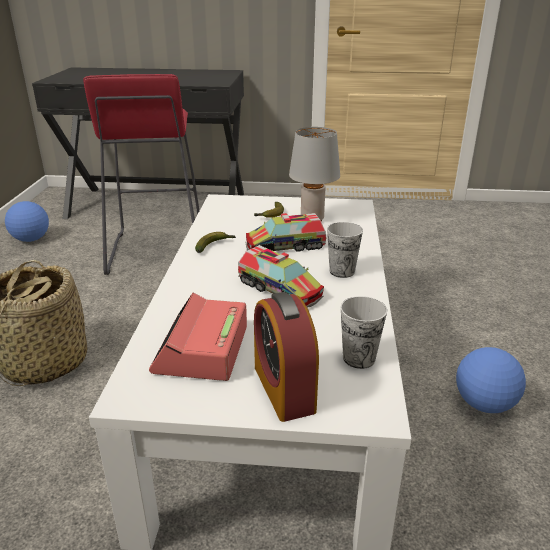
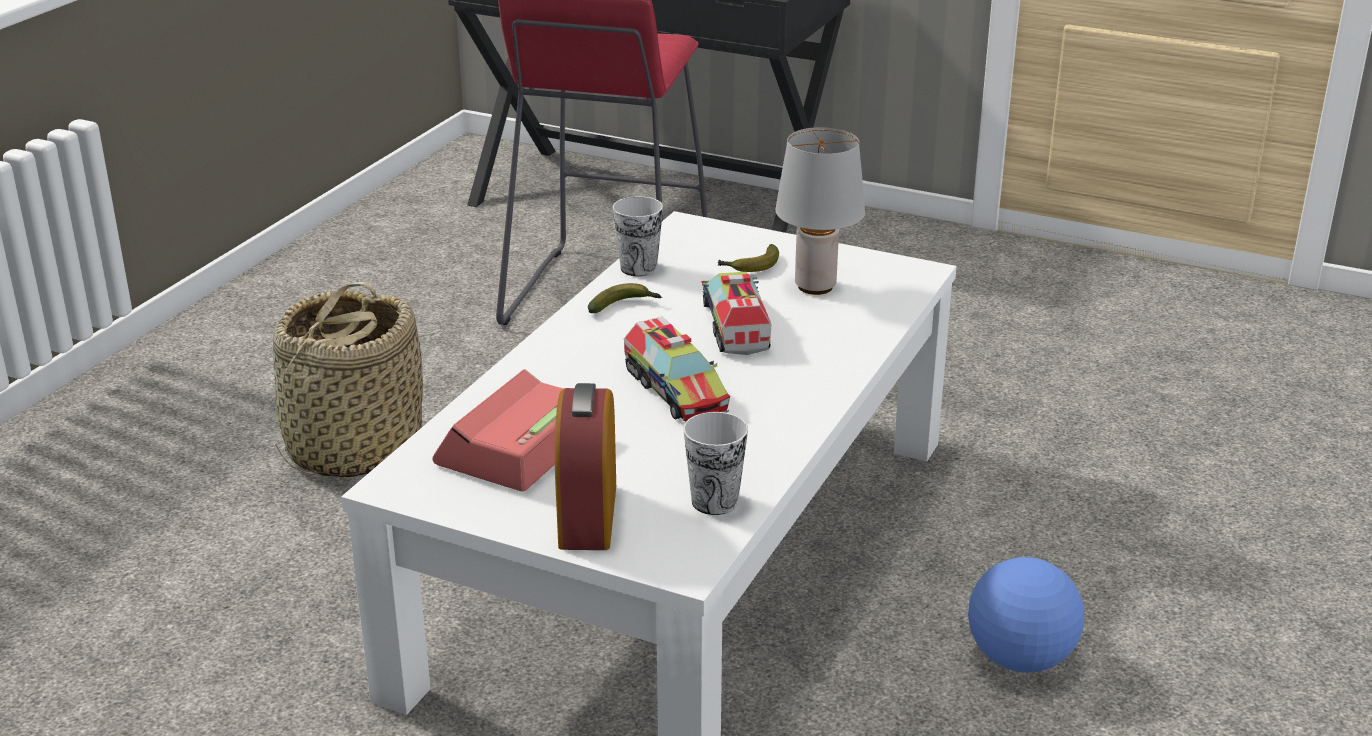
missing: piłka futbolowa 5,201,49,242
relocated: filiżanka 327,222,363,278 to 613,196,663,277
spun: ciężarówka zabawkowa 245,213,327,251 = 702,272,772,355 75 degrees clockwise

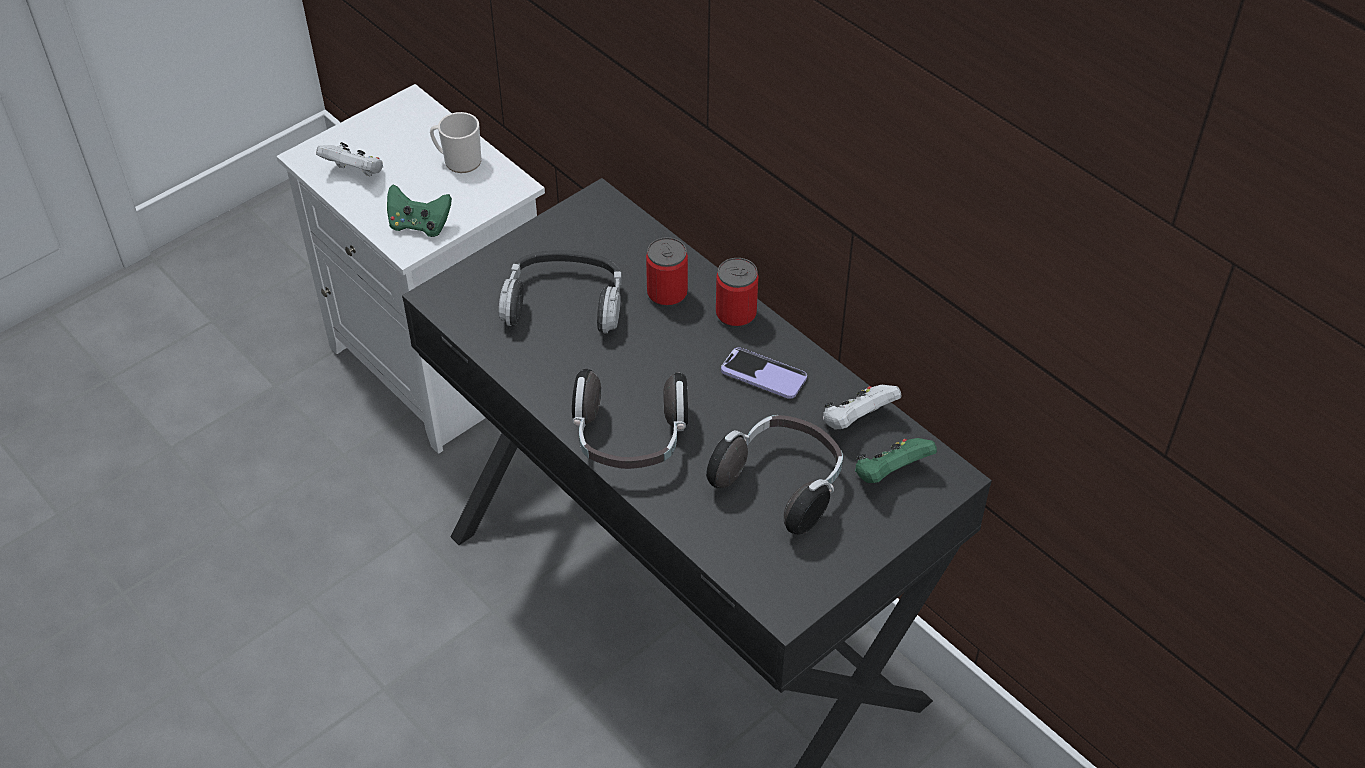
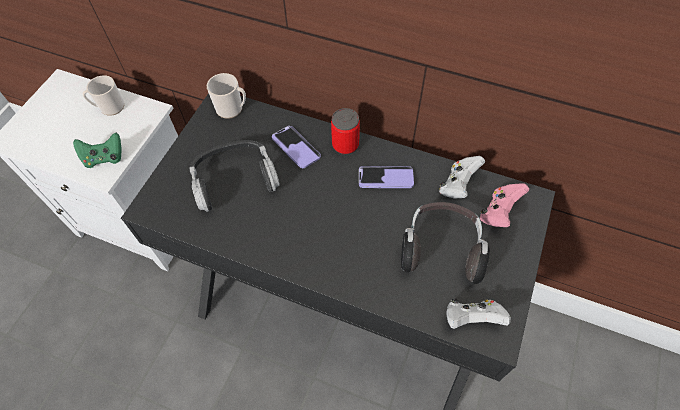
missing: słuchawki 572,369,688,469
appeared: kubek 207,73,246,119
relocated: pad do gier (biały) 316,142,383,176 to 446,299,511,329
exchanged: puszka 646,237,688,307 to telefon 272,126,321,168
colour: pad do gier (zielony) 855,438,937,483 to pad do gier (różowy) 480,184,529,227

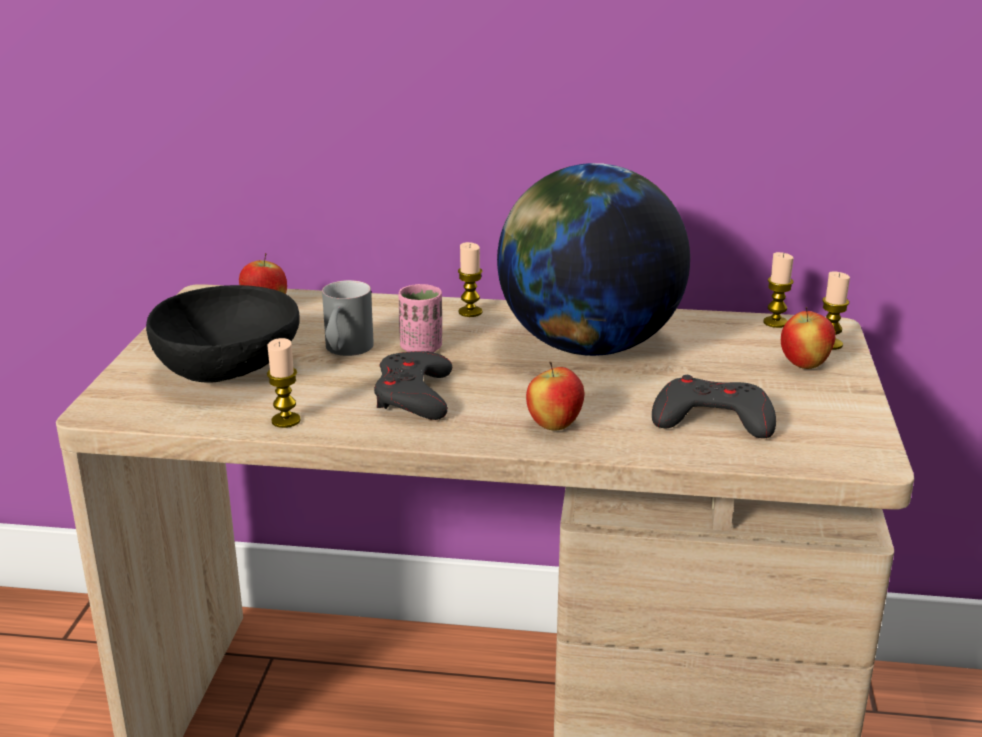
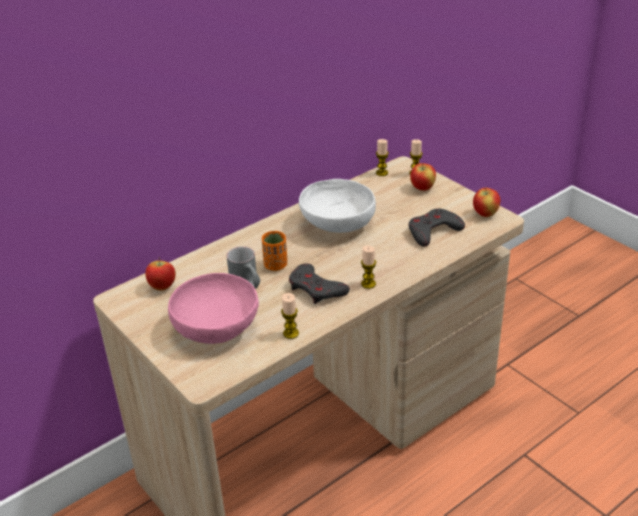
relocated: świeca 458,242,483,317 to 361,246,376,289; jabłko 526,362,584,431 to 473,187,501,217
exchanged: globus 497,163,690,356 to miska (biały) 299,179,376,233
colour: filiżanka (różowy) 399,284,442,353 to filiżanka (pomarańczowy) 262,231,287,271; miska (czarny) 146,285,300,382 to miska (różowy) 168,273,259,344

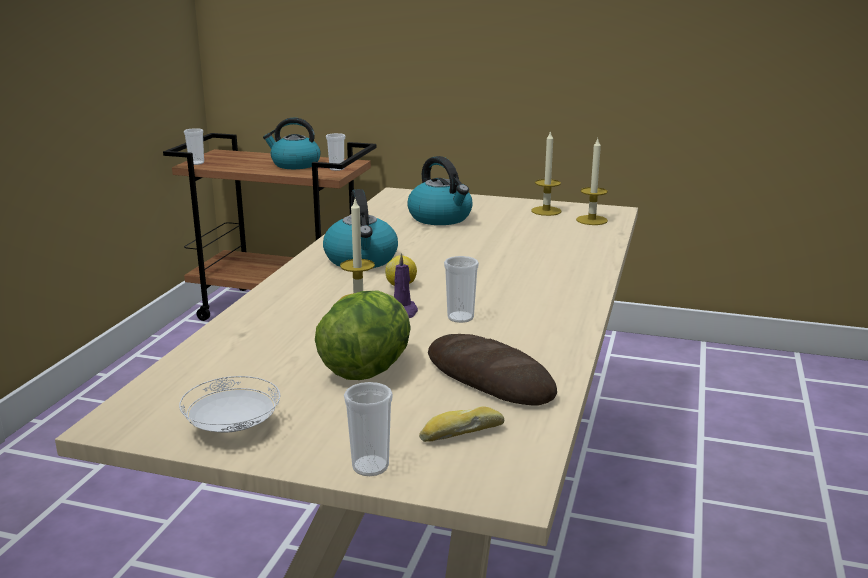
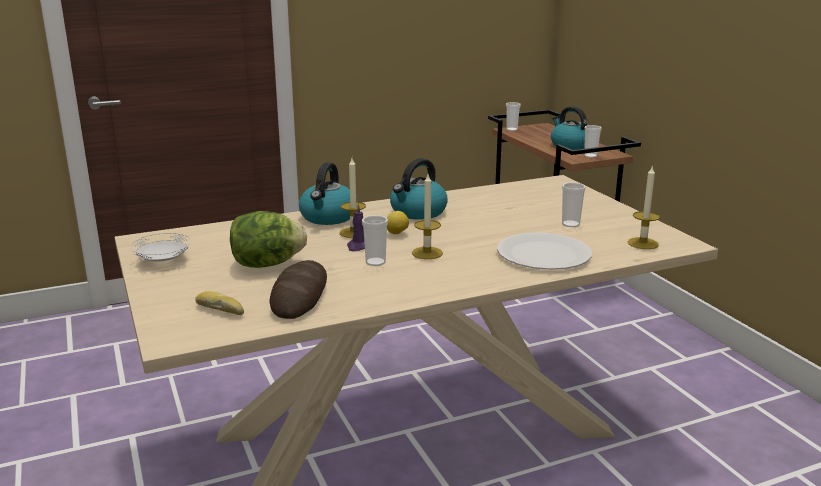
appeared: talerz (biały) 497,232,592,270
relocated: świeca 531,130,562,216 to 412,174,443,259; czajnik 407,156,473,225 to 299,162,357,225; filiżanka 344,382,393,476 to 562,182,586,227

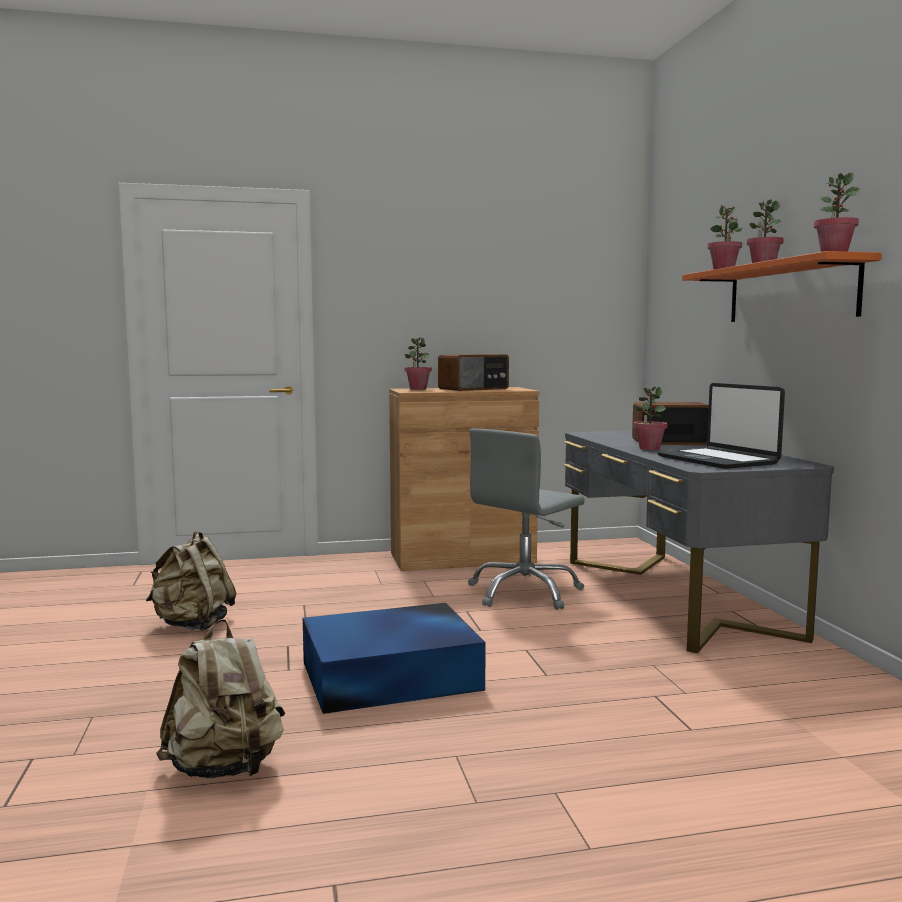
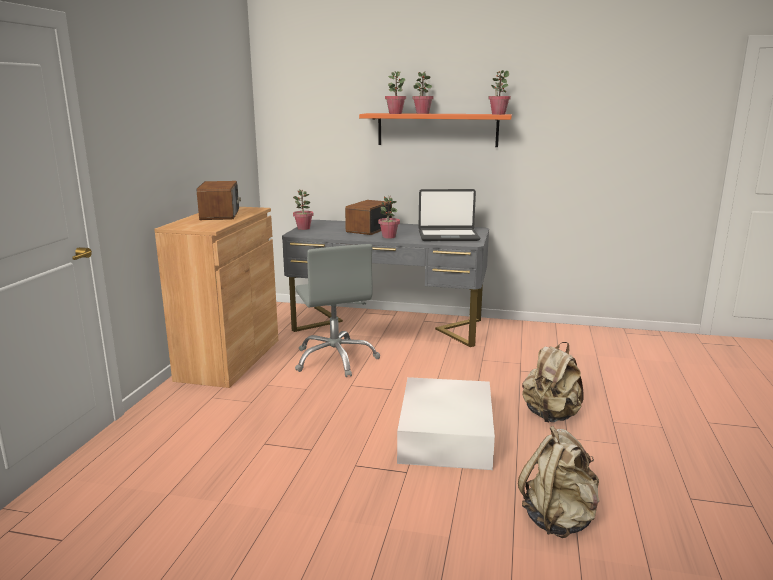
relocated: roślina doniczkowa 405,337,432,390 to 293,189,314,230; plecak (beżowy) 146,531,236,631 to 522,342,584,423
colour: pojemnik do przechowywania (niebieski) 303,603,486,714 to pojemnik do przechowywania (biały) 397,377,495,470

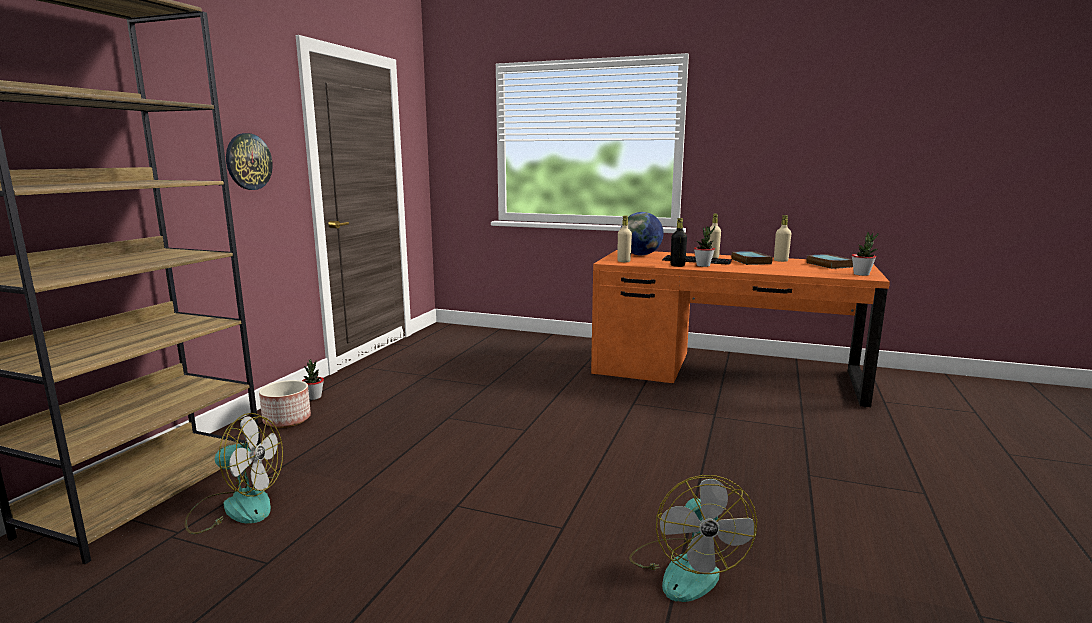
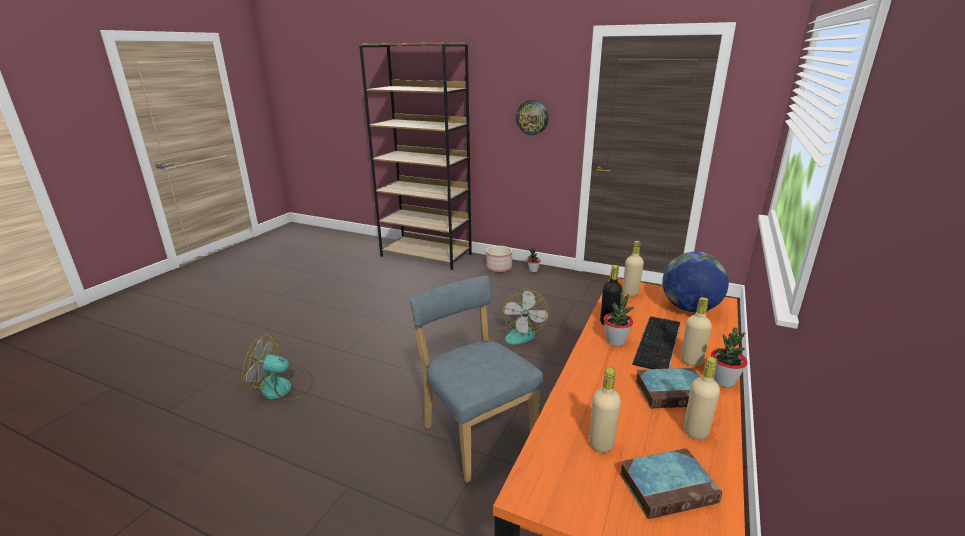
appeared: krzesło (niebieski) 409,276,544,483; butelka (beżowy) 589,368,621,453
relocated: roślina doniczkowa 852,232,879,276 to 711,328,748,387; wentylator 185,413,283,534 to 497,289,549,344

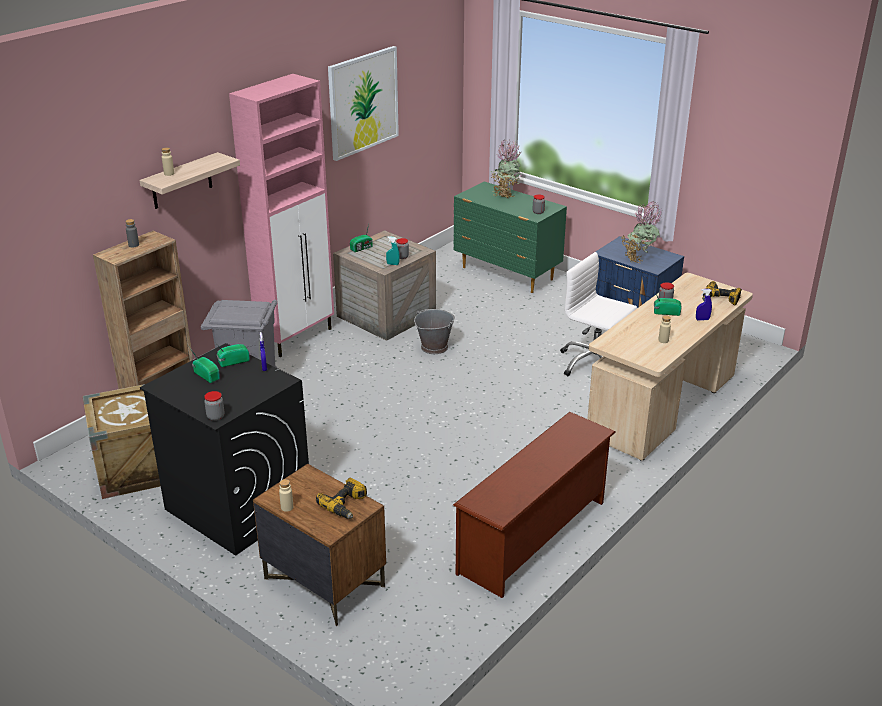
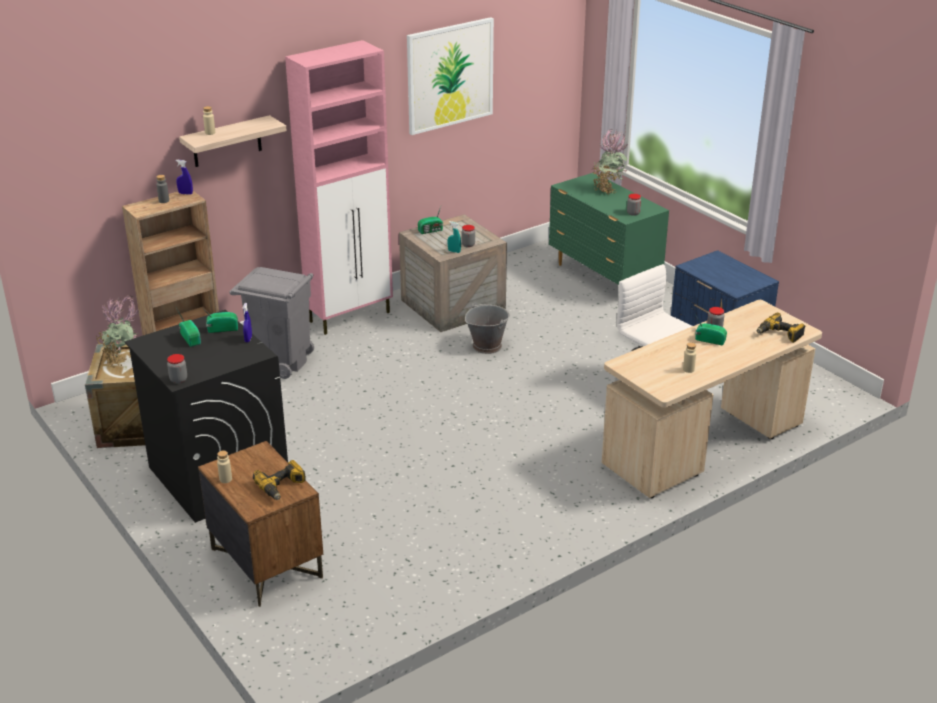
missing: regał na buty (brązowy) 453,412,616,598
relocated: roślina doniczkowa 622,202,662,263 to 96,295,140,368; spryskiwacz (niebieski) 696,289,712,321 to 176,160,193,195

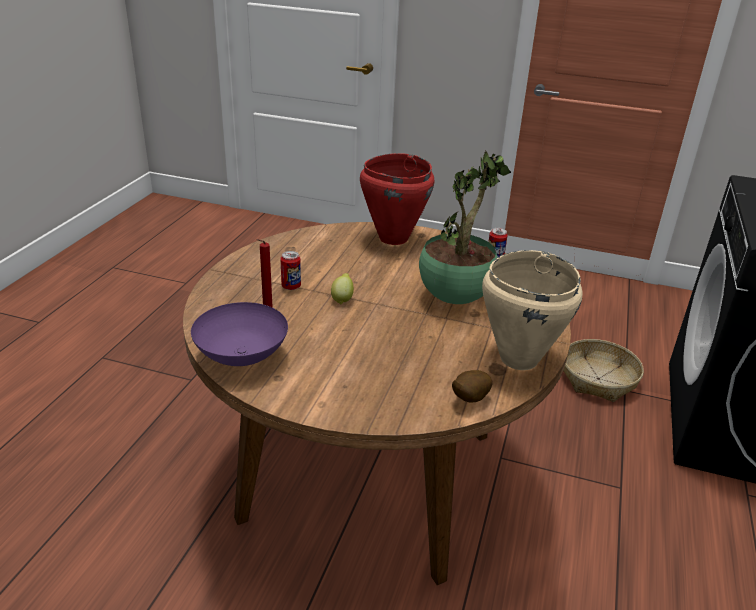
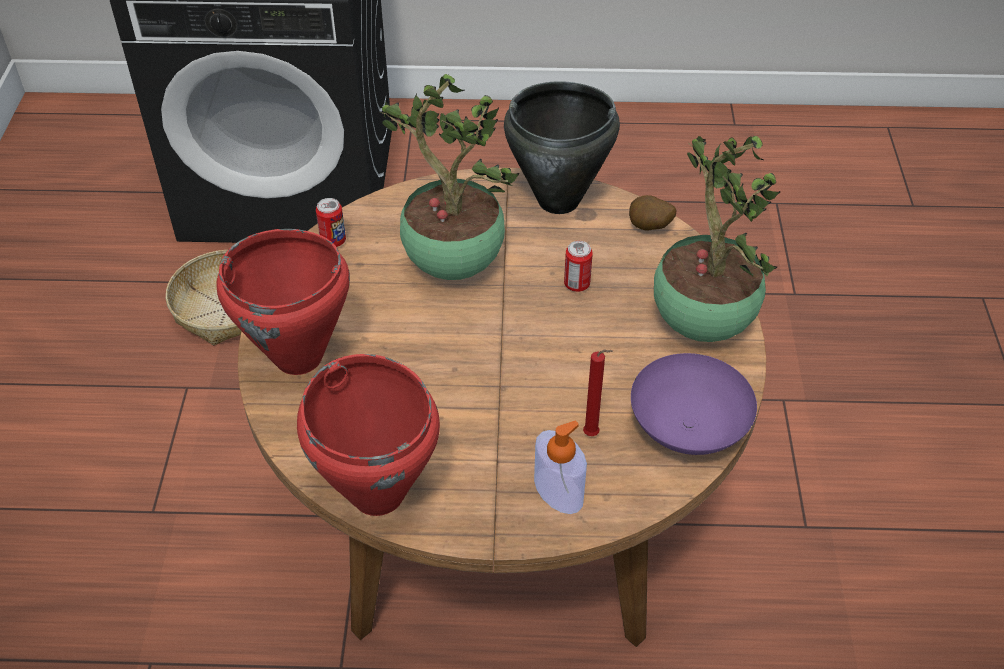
missing: cytryna 331,273,354,304
appeared: roślina doniczkowa 654,136,780,342; garnek (czerwony) 297,354,440,516; dozownik mydła 534,421,587,514
relocated: puszka 280,251,301,290 to 564,241,593,292
colour: garnek (beżowy) 482,250,583,370 to garnek (czarny) 504,81,620,214

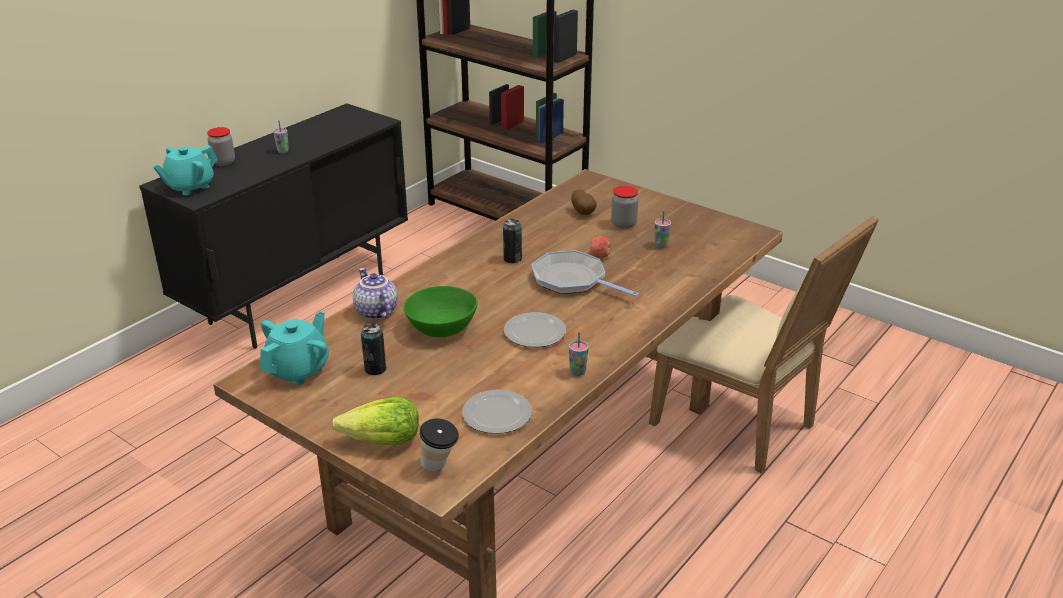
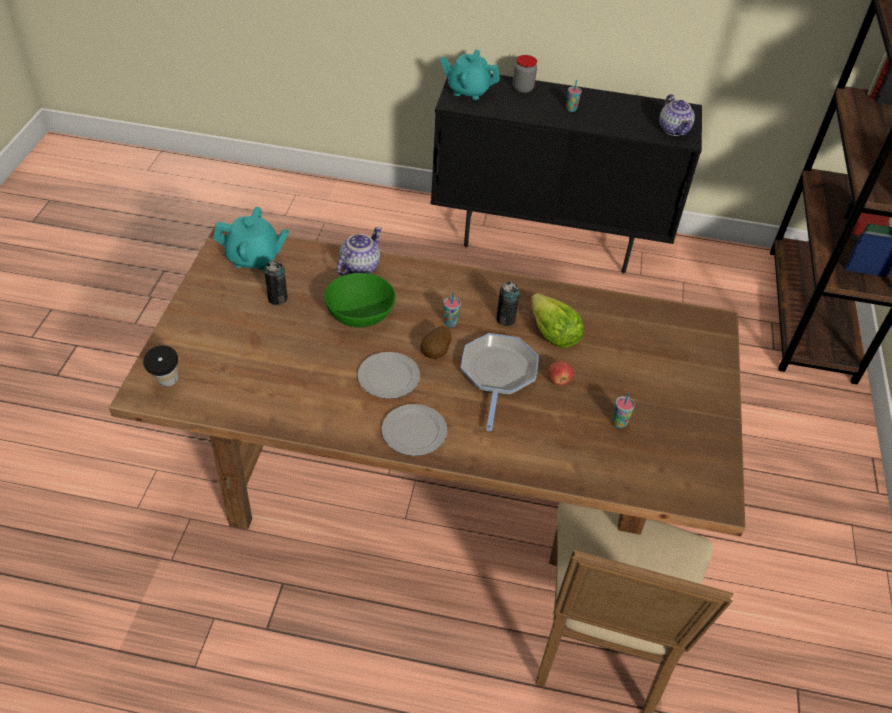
missing: słoik 611,186,638,229
appeared: imbryk 659,94,695,136
relocated: ziemniak 571,189,597,215 to 421,326,452,359; filiżanka 569,332,589,376 to 443,292,461,327; talerz 462,390,532,434 to 382,404,447,456; sałata 332,397,419,445 to 531,293,584,348

